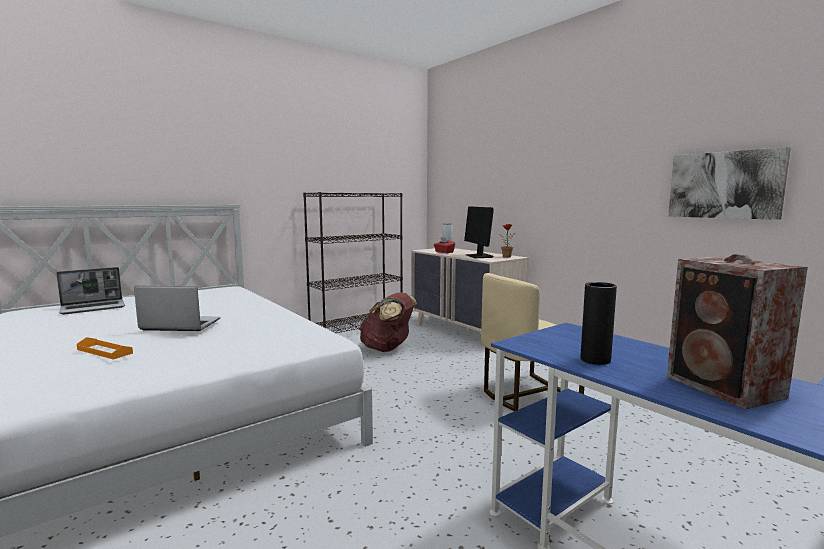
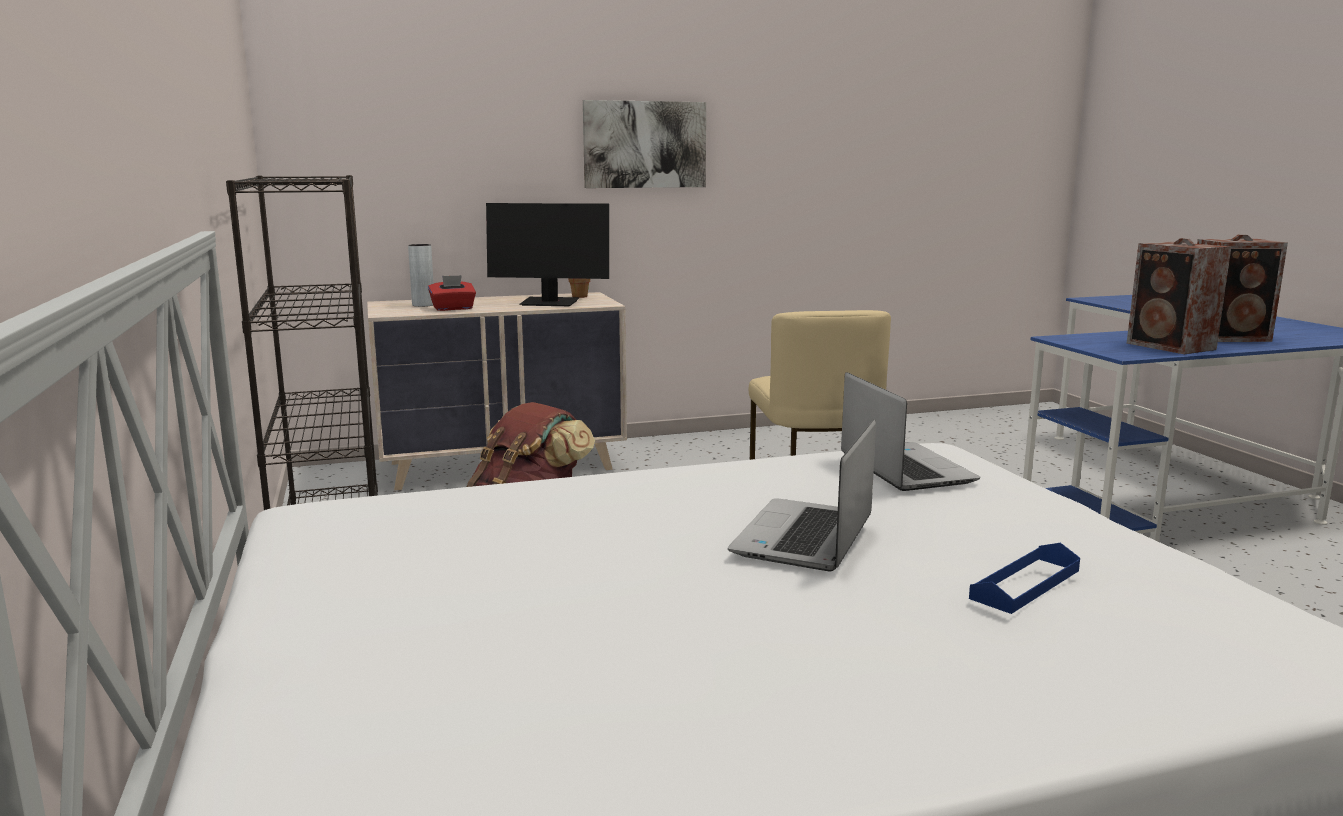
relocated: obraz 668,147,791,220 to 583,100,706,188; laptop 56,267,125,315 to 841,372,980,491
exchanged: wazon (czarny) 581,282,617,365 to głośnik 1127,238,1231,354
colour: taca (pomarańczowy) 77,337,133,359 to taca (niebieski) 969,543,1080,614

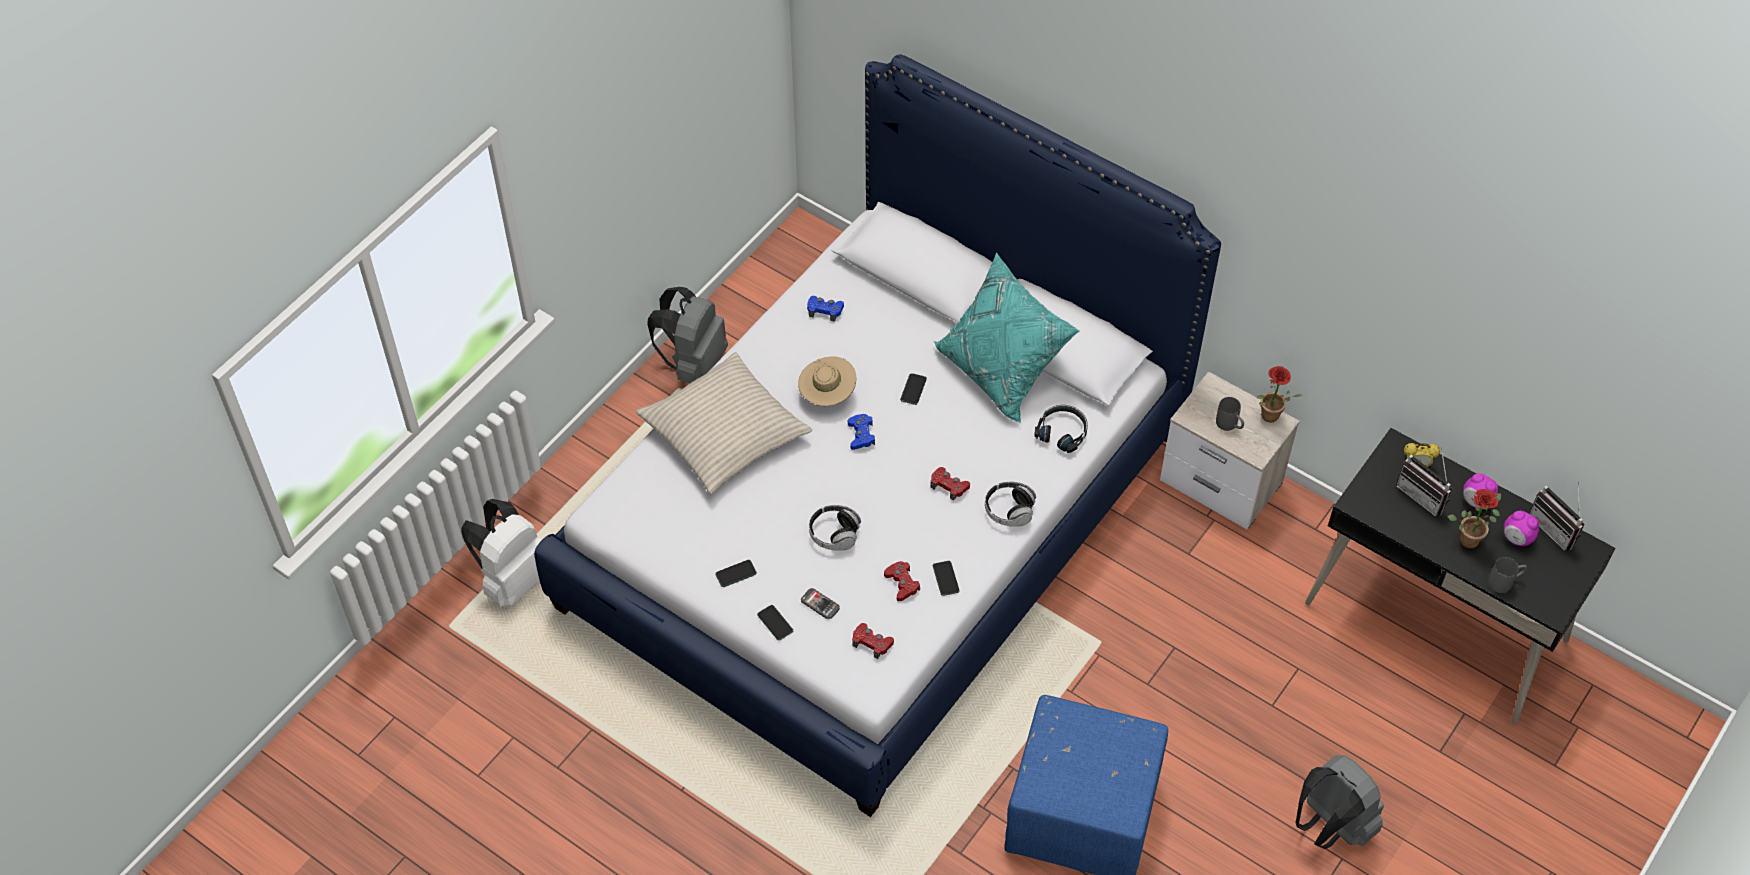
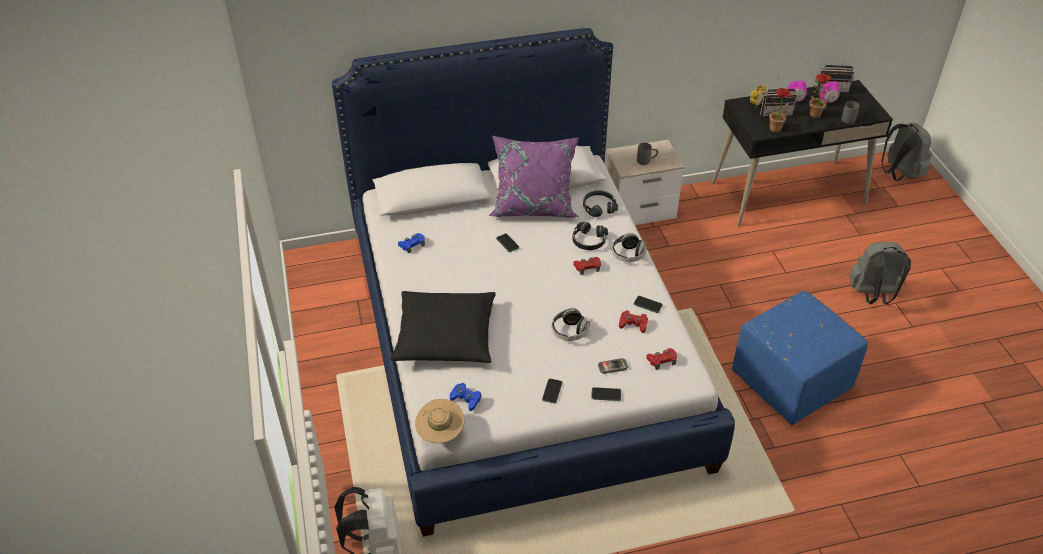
appeared: słuchawki (czarny) 573,222,608,250
relocated: plecak (szary) 647,287,728,383 to 881,123,932,181; kapelusz (beżowy) 798,357,856,406 to 415,399,464,443; roślina doniczkowa 1257,366,1302,423 to 769,88,791,132; pad do gier (niebieski) 848,414,875,450 to 450,383,481,411
colour: poduszka (turkusowy) 934,252,1079,423 to poduszka (fioletowy) 488,136,579,218; poduszka (beżowy) 636,352,812,494 to poduszka (czarny) 390,291,496,363

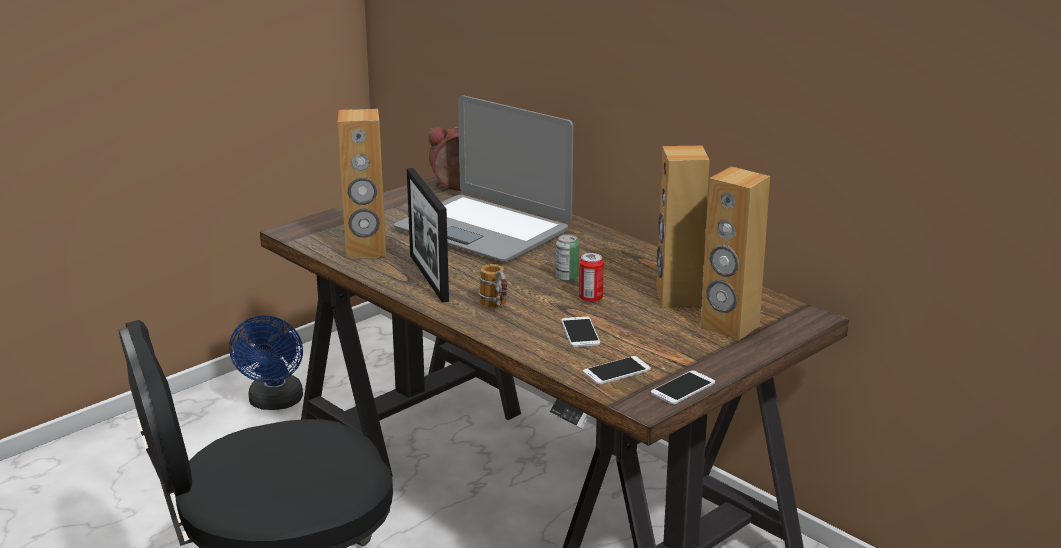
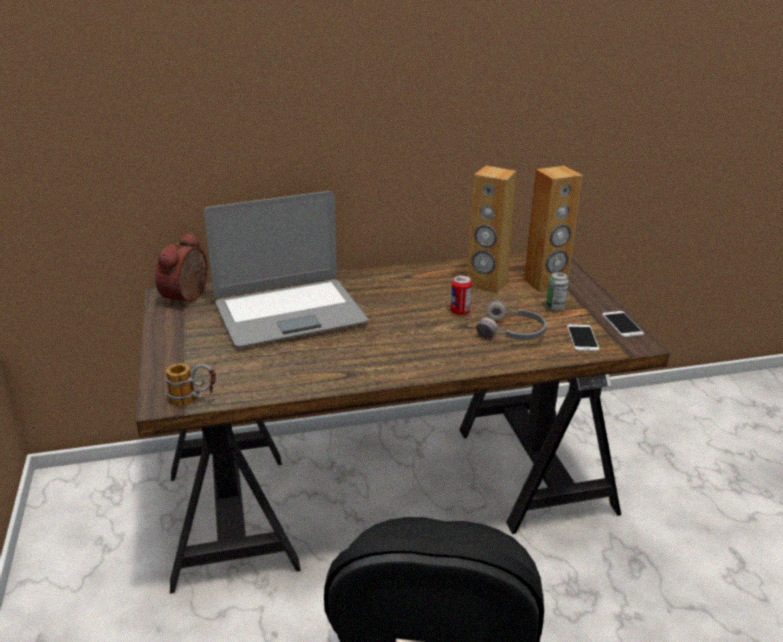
missing: głośnik (brązowy) 338,109,386,258; ramka na zdjęcie 407,168,449,303; wentylator (niebieski) 229,315,303,410
relocated: puszka 556,234,579,282 to 546,272,569,311; kubek 479,264,507,308 to 166,363,216,407
exchanged: telefon 561,316,600,347 to słuchawki (szary) 476,300,547,340

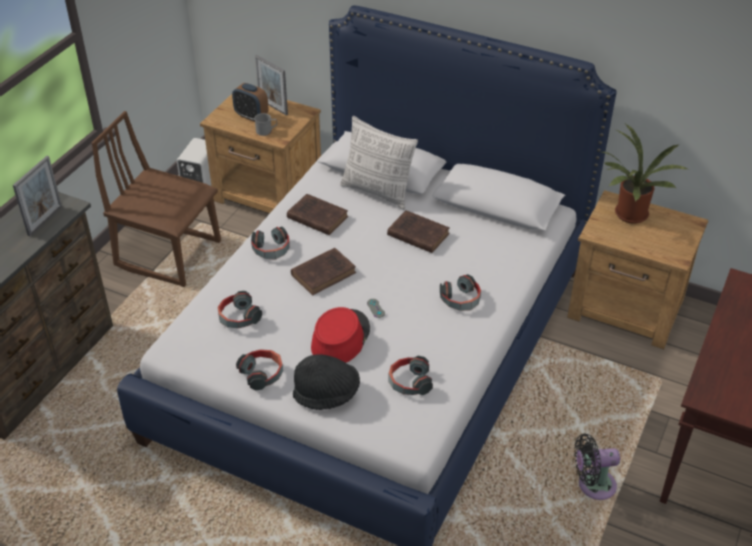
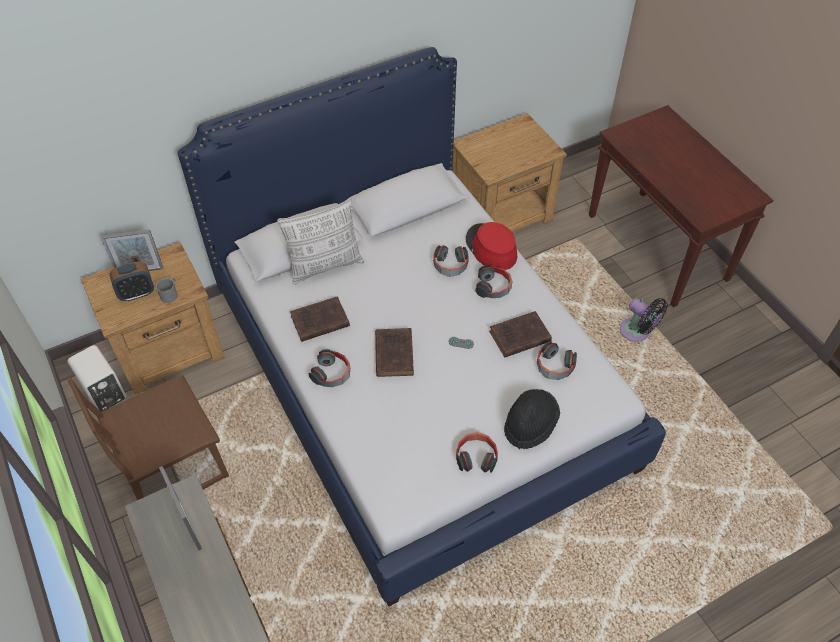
missing: roślina doniczkowa 601,124,688,224
relocated: książka (brązowy) 387,210,450,253 to 489,311,552,358; słuchawki 217,291,262,328 to 433,245,469,277; kapelusz (czerwony) 311,307,370,363 to 466,222,517,270
spun: wentylator (czarny) 574,433,620,500 = 620,298,668,342 75 degrees counterclockwise

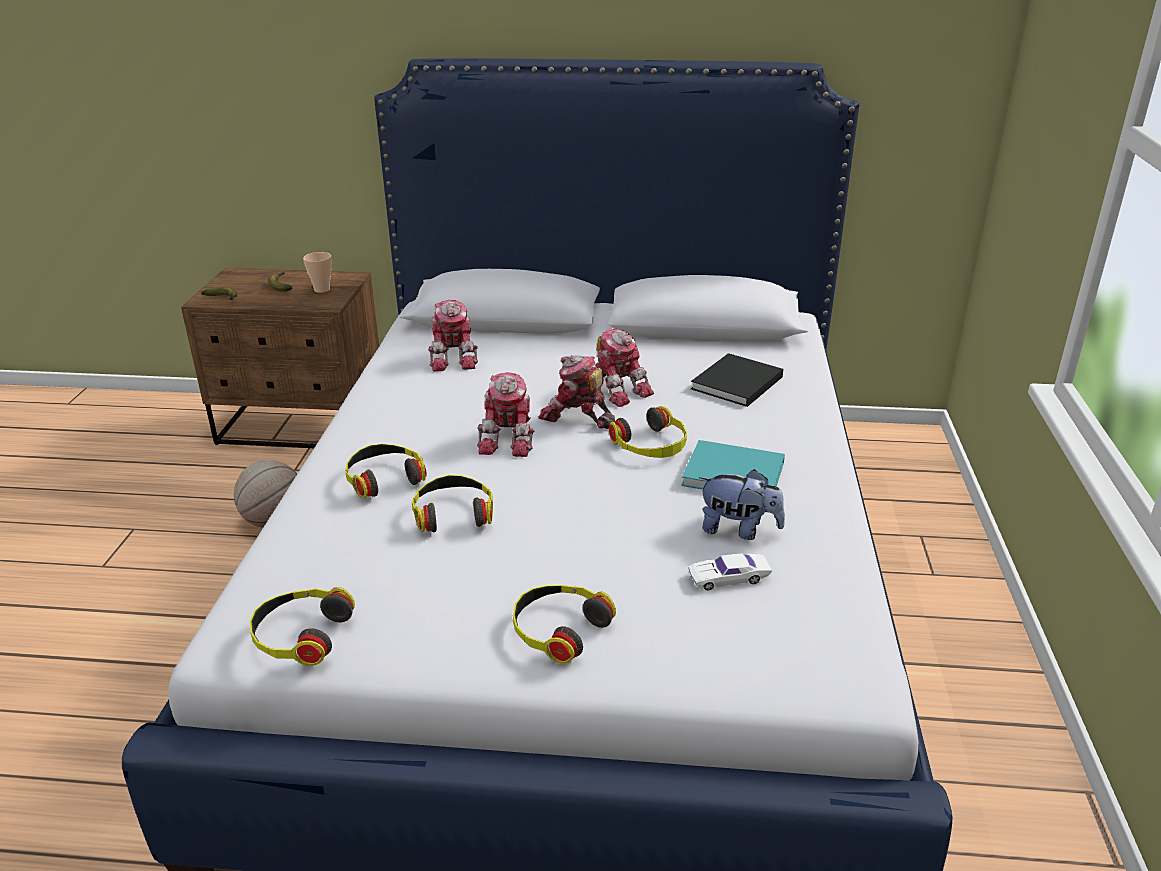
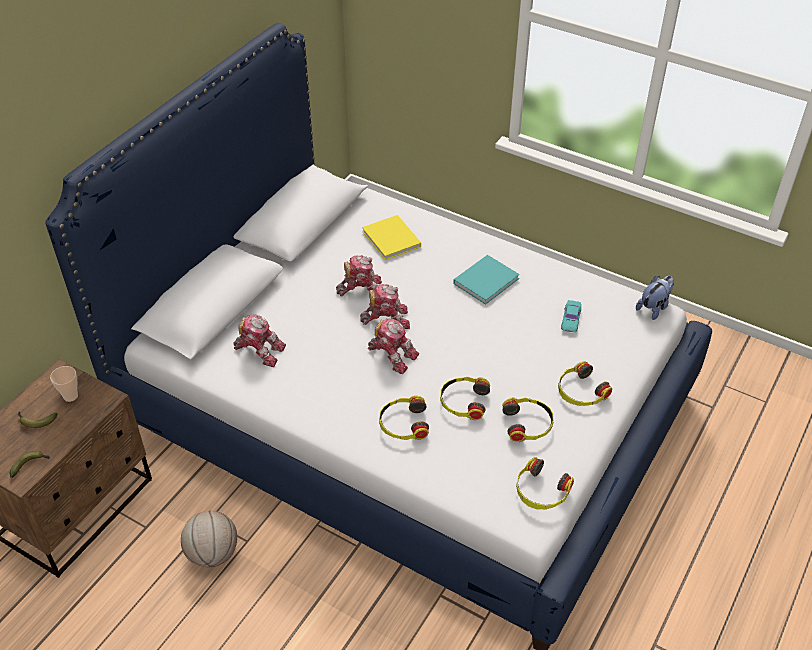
relocated: słuchawki 609,406,687,458 to 502,397,554,442; pluszak 699,469,785,540 to 636,276,674,320
colour: książka (czarny) 691,353,783,407 to książka (żółty) 362,215,421,260; samochodzik (biały) 689,553,772,590 to samochodzik (turkusowy) 561,300,581,332
spun: robot zabawkowy 538,355,615,429 = 360,284,410,329 150 degrees counterclockwise

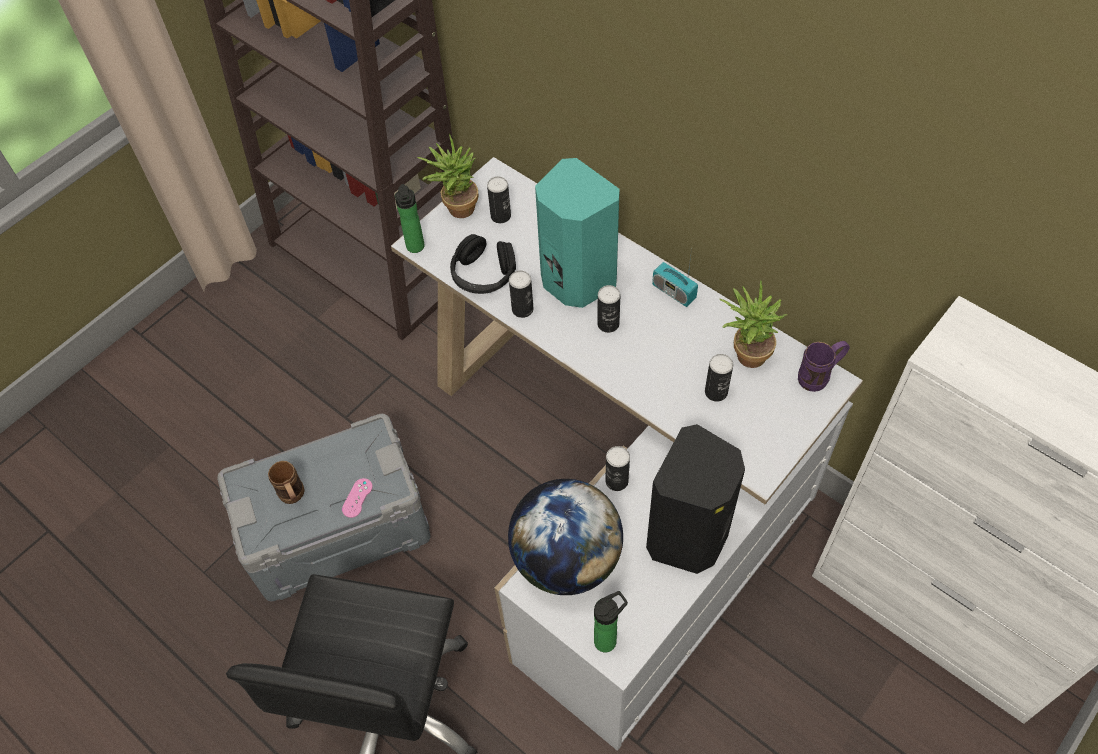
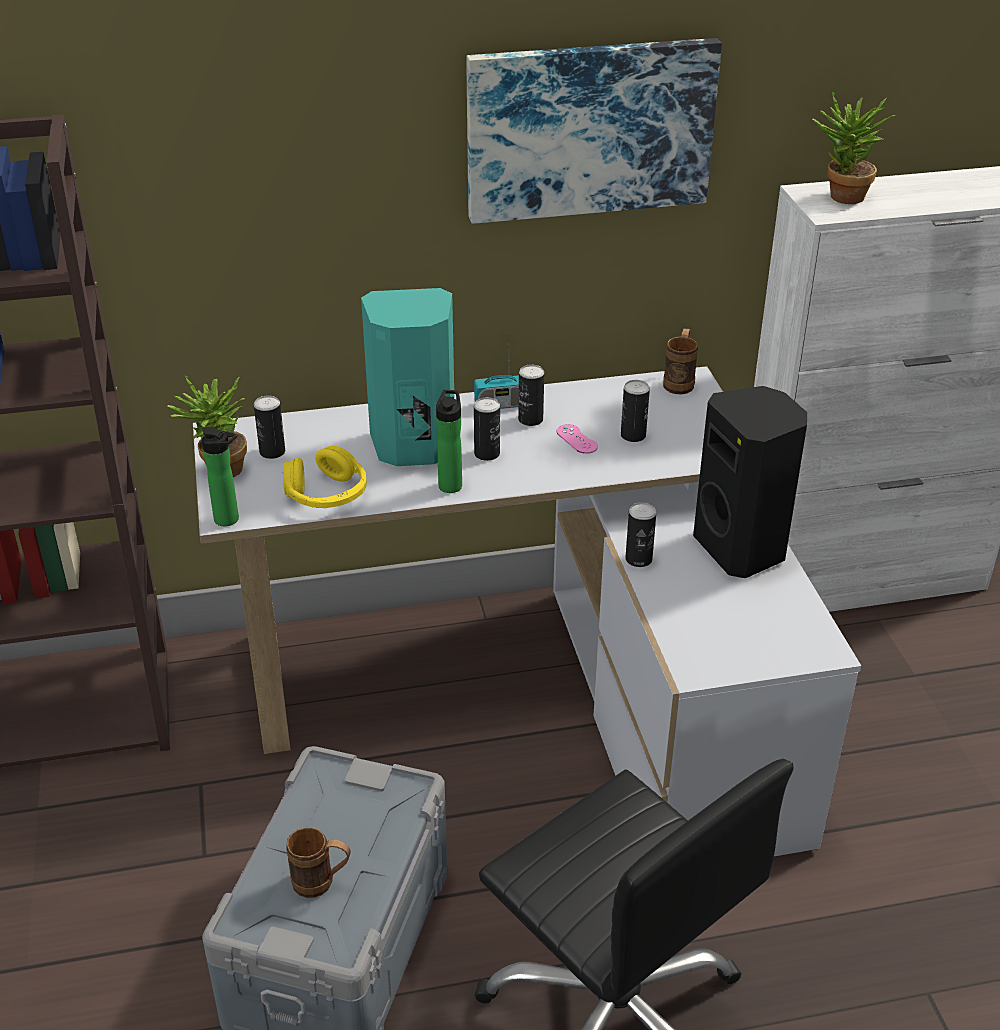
missing: globus 508,479,623,595
appeared: obraz 466,38,722,224
relocated: puszka 509,270,533,318 to 518,365,544,426; roślina doniczkowa 720,280,787,368 to 812,92,895,204; pad do gier (różowy) 342,478,373,518 to 556,424,598,454; butelka 594,591,628,652 to 436,390,462,493
colour: słuchawki (czarny) 450,234,516,294 to słuchawki (żółty) 283,446,367,508; kubek (fioletowy) 798,341,850,392 to kubek (brązowy) 663,328,698,394

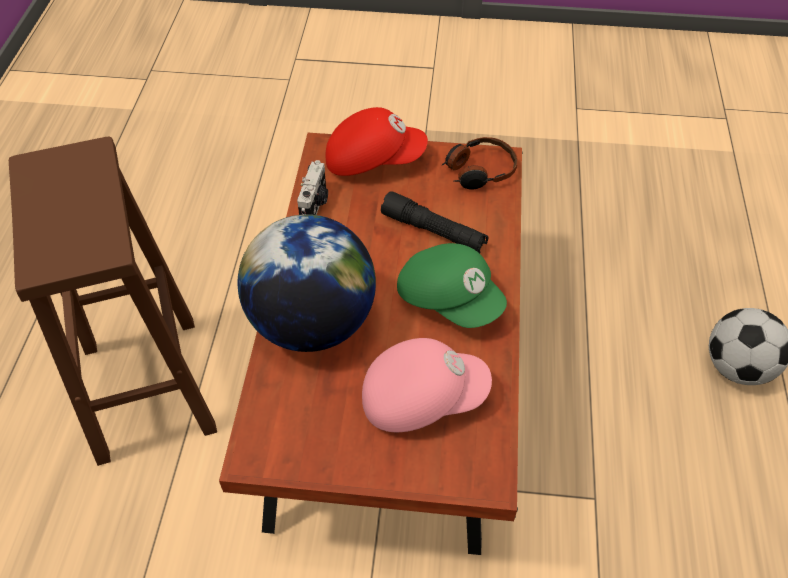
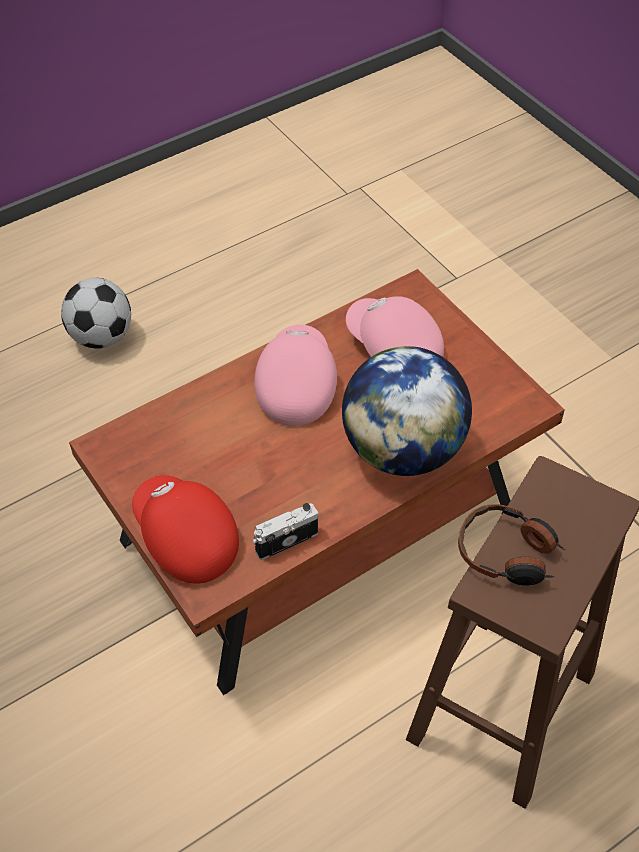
missing: latarka (czarny) 381,191,488,253
relocated: słuchawki 441,137,518,190 to 458,504,565,585
colour: czapka z daszkiem (zielony) 397,243,507,328 to czapka z daszkiem (różowy) 254,325,337,426

